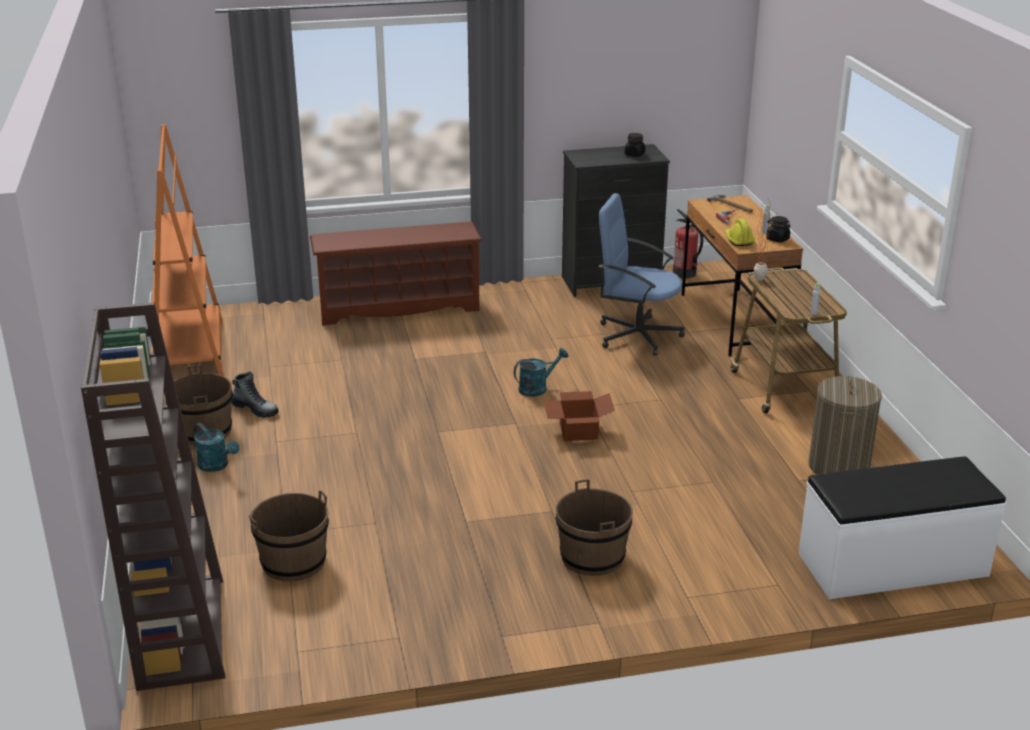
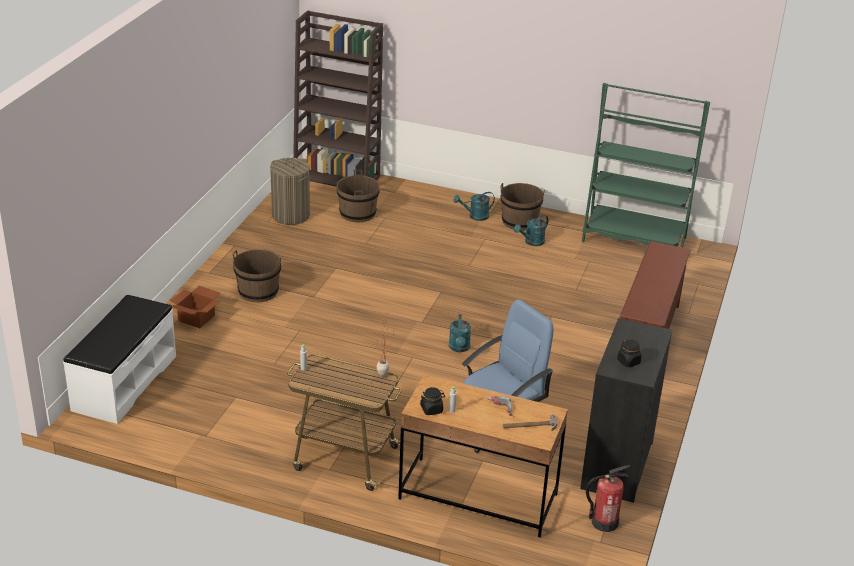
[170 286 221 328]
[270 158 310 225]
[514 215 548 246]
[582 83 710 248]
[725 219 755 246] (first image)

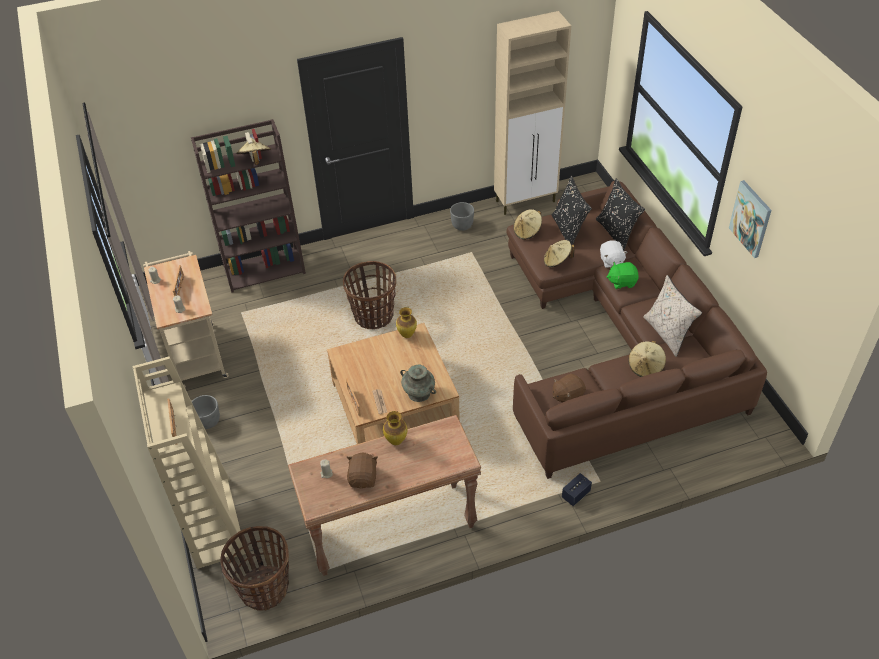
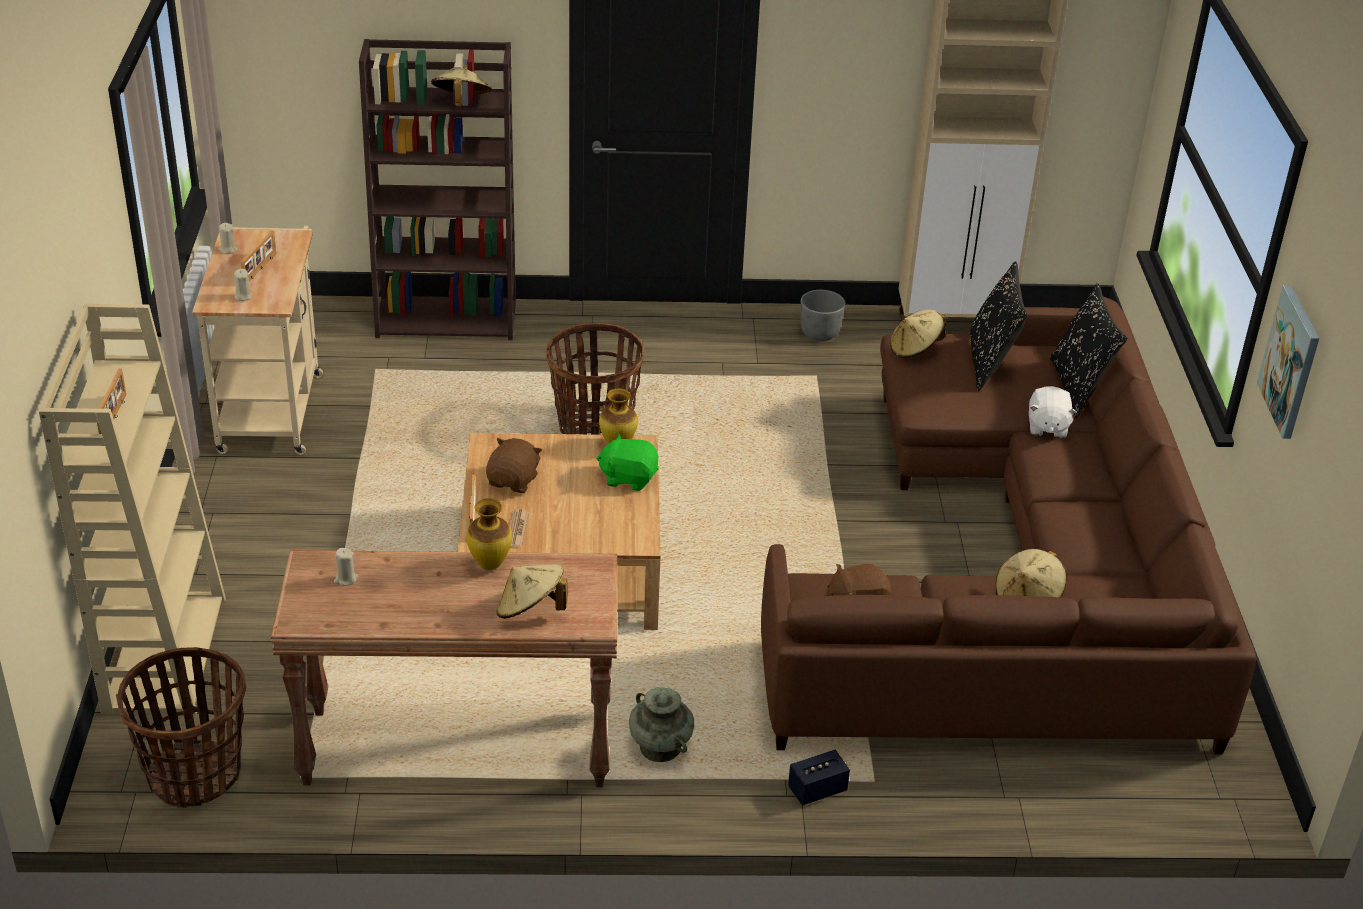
[486 438 542 493]
[496 564 568 619]
[596 434 659 491]
[629 688 694 762]
[192 395 220 429] (first image)
[643 275 702 357] (first image)

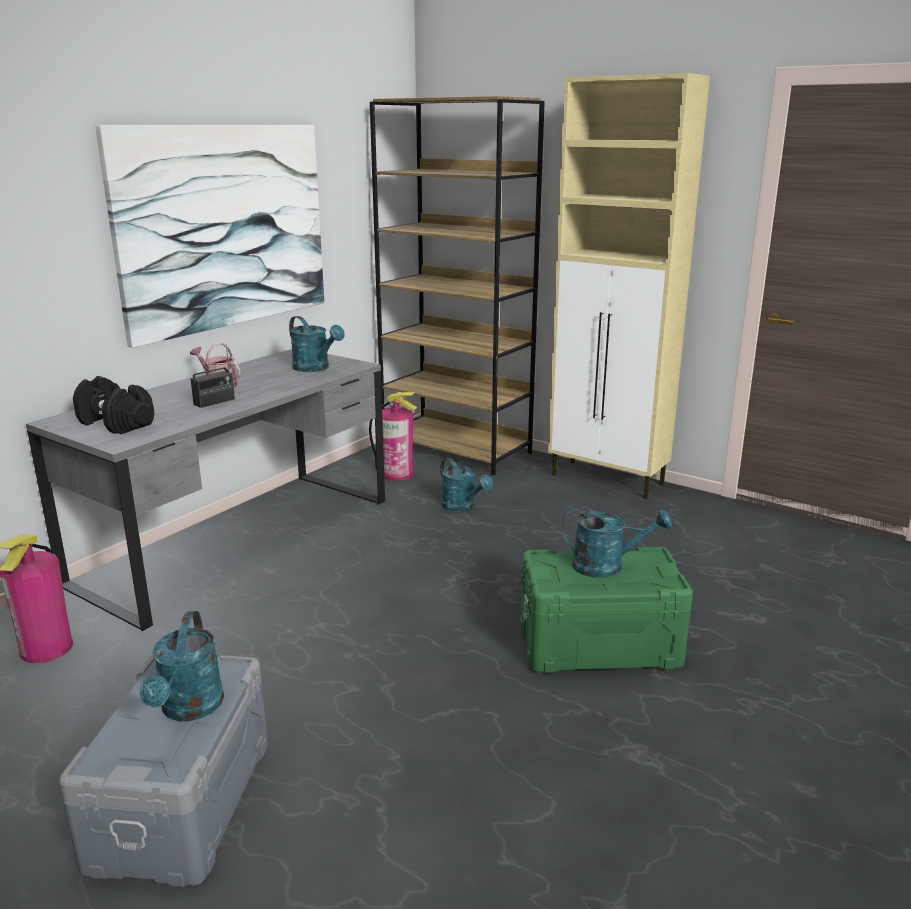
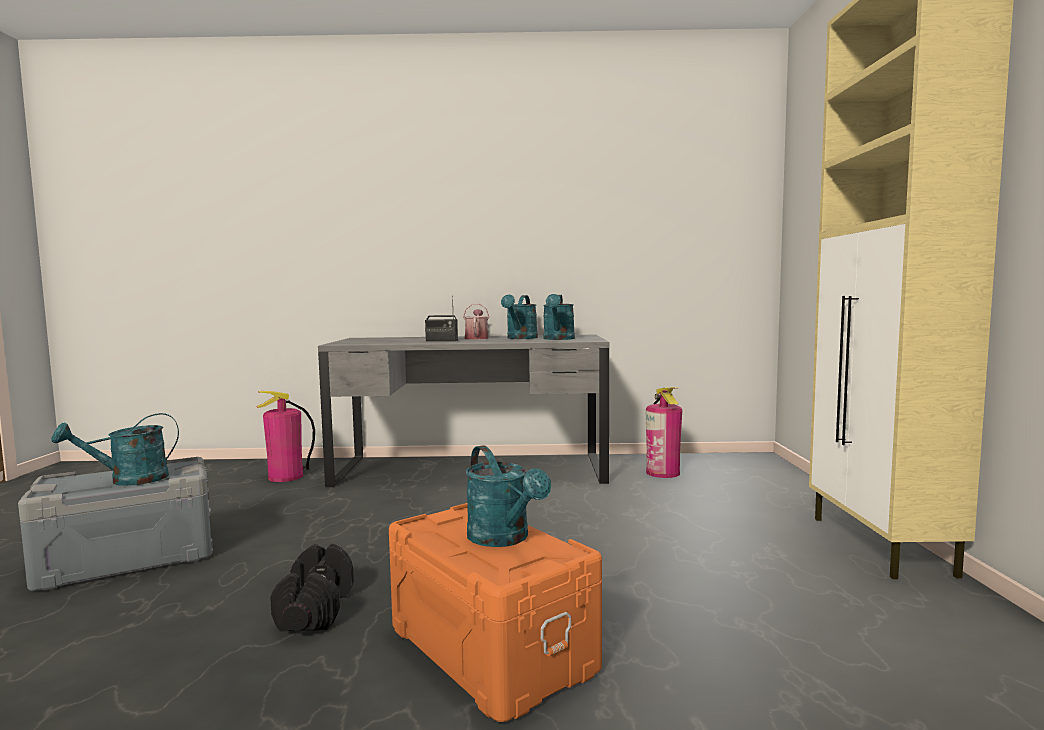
[270 544 354 632]
[389 503 602 722]
[501 295 538 339]
[95 125 324 348] (first image)
[370 96 545 475] (first image)

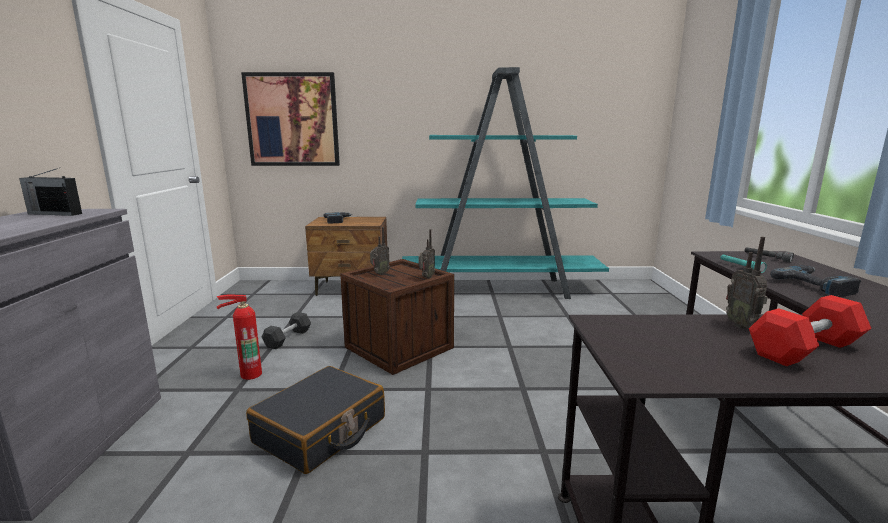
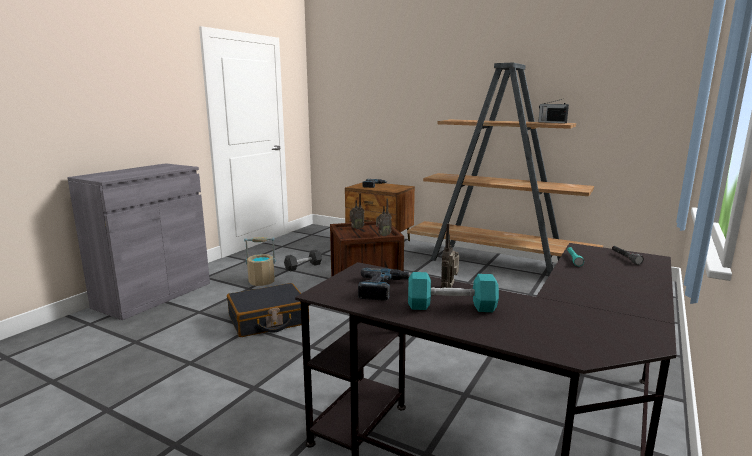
[244 237 276 286]
[358 268 412 301]
[407 63 603 277]
[408 272 499 312]
[538 99 569 123]
[241 72 340 166] (first image)

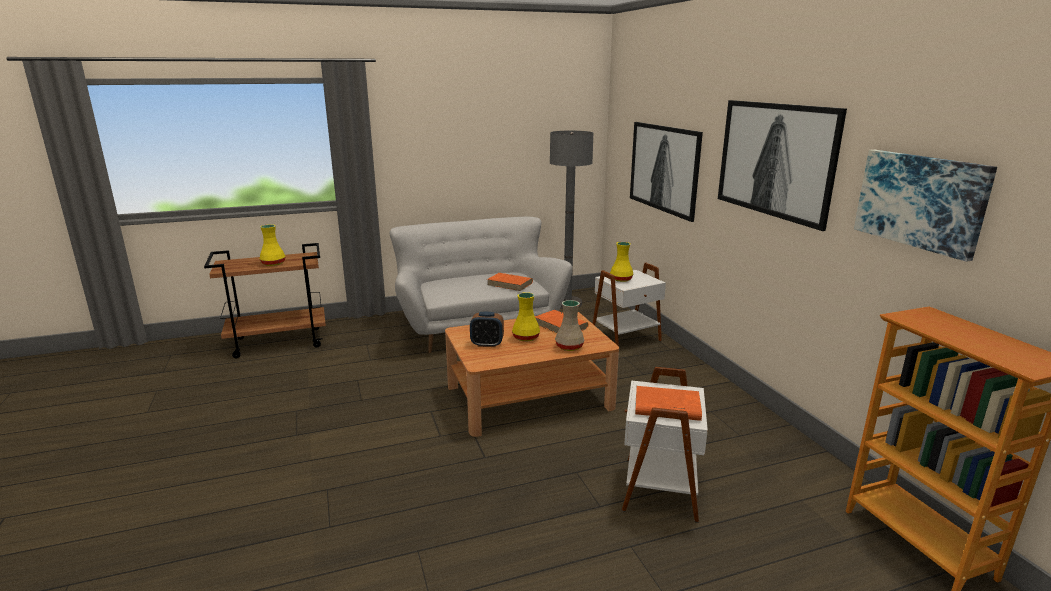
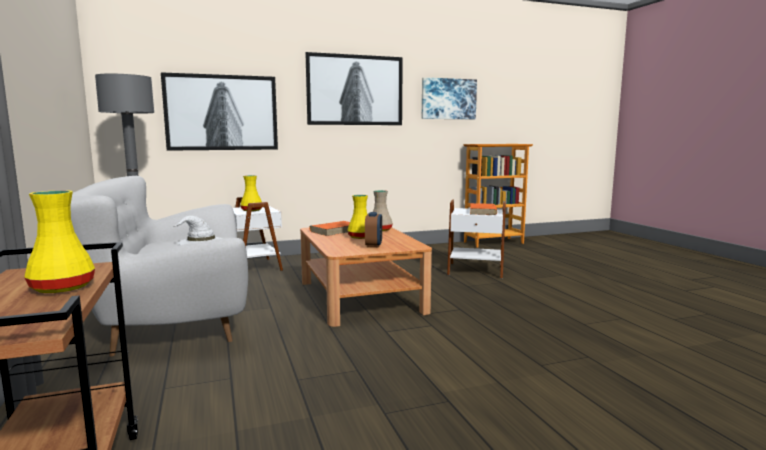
[175 216 223 245]

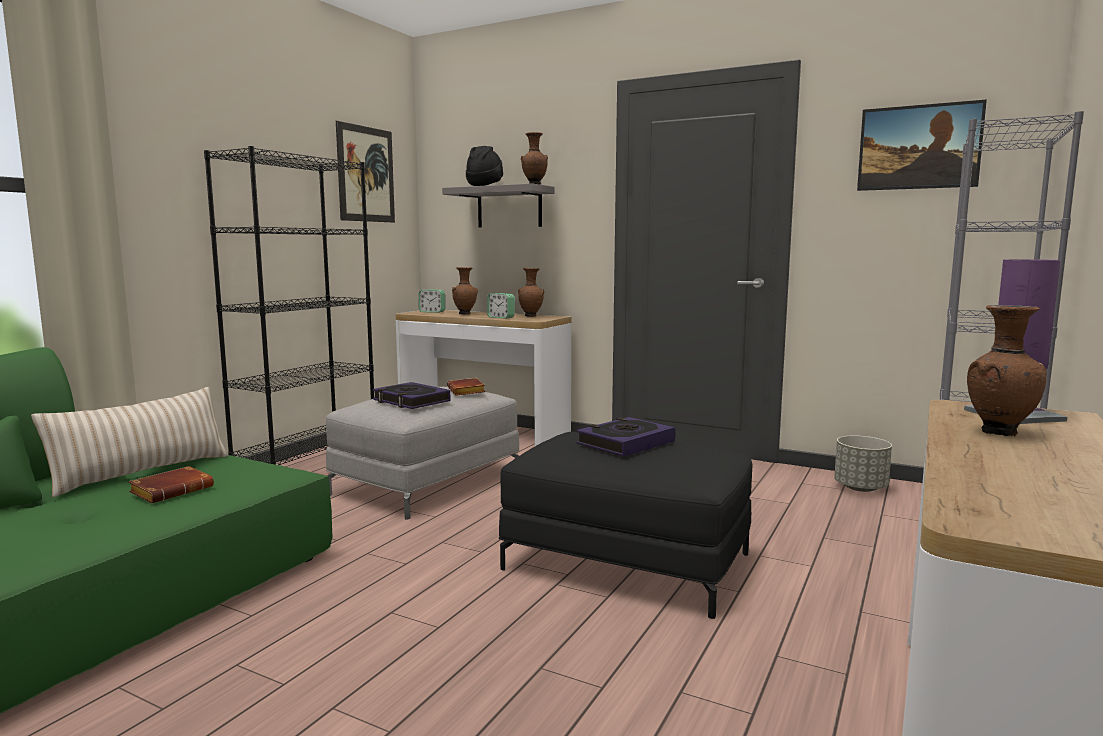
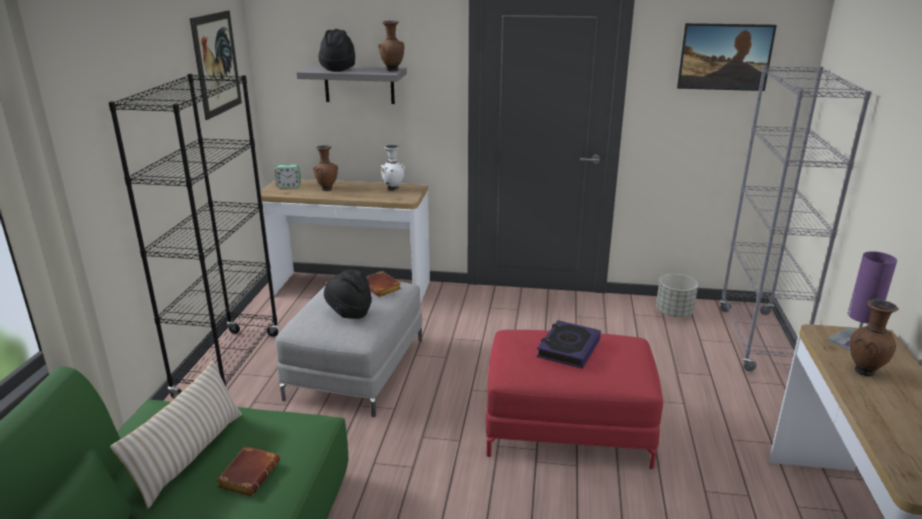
[324 269 372 319]
[381 145 405 191]
[486 330 663 469]
[487 293 515 319] (first image)

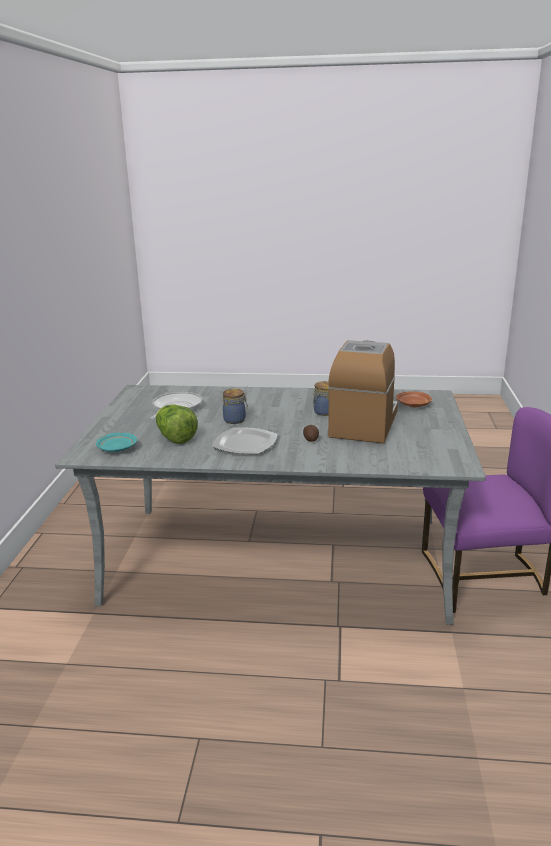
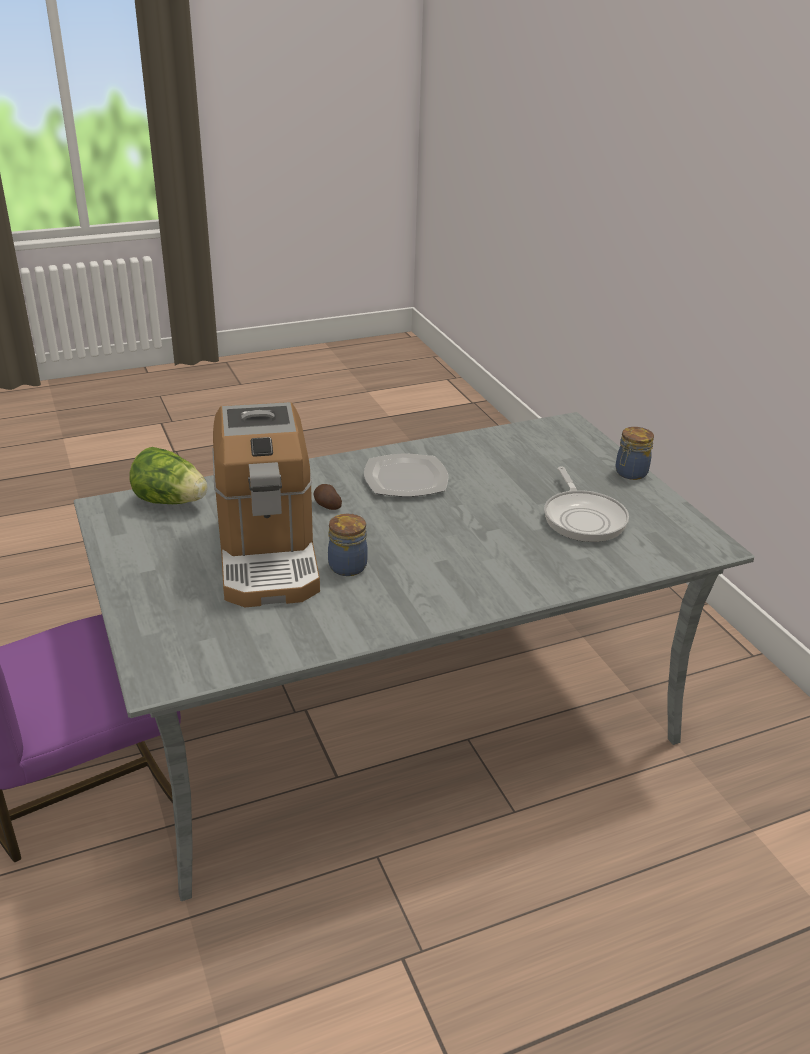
[129 447 207 504]
[615 427 654 480]
[96 432 137 452] (first image)
[396 392 432 407] (first image)

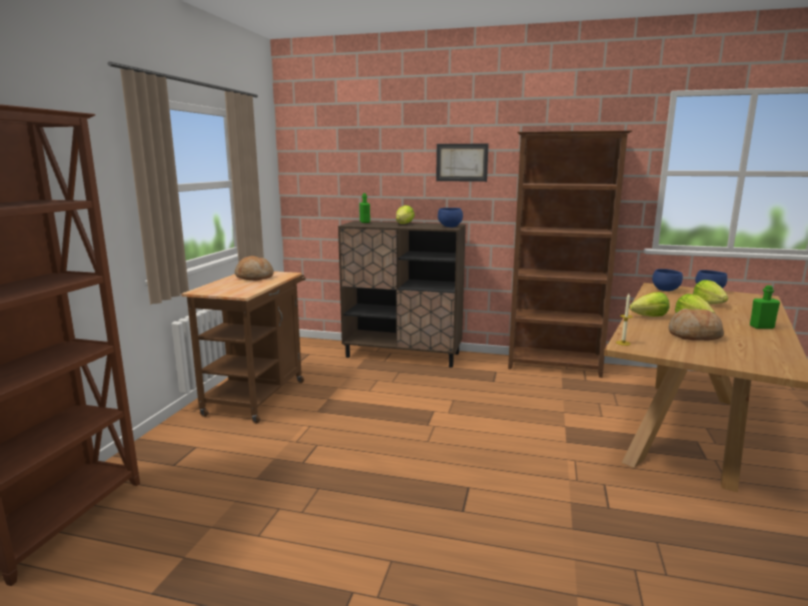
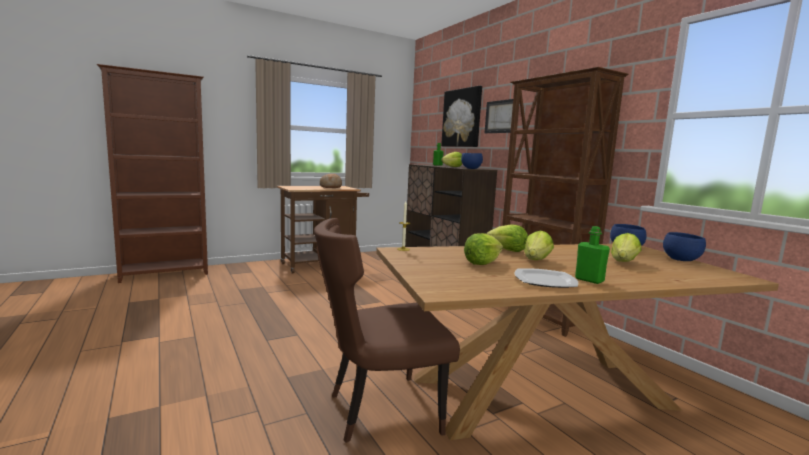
[314 218 460 443]
[441 86 482 147]
[464 233 503 265]
[514 268 578 288]

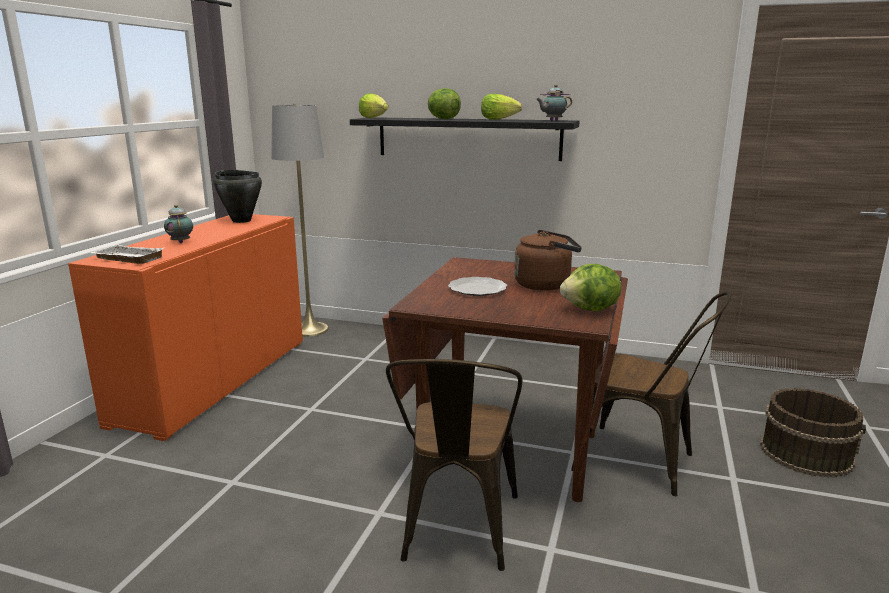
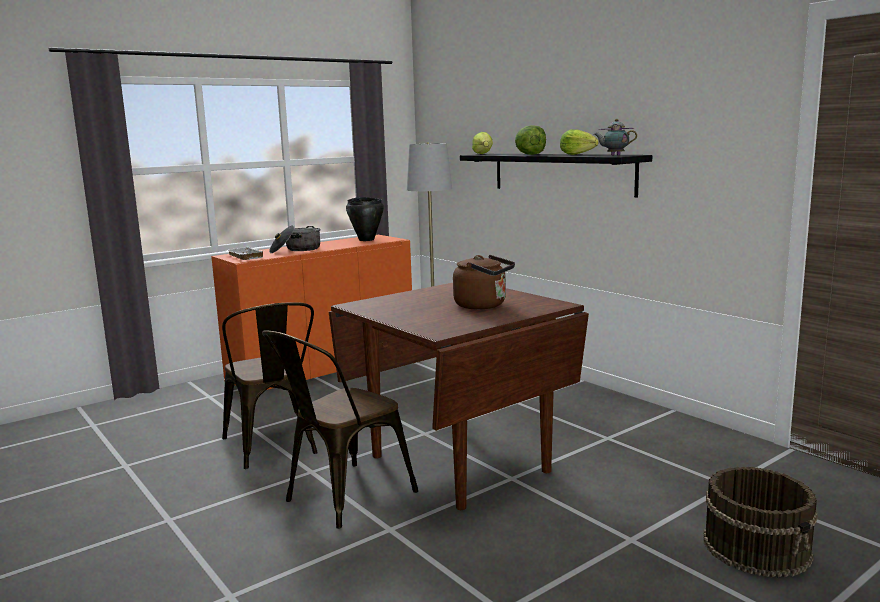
[222 302 318 469]
[269 226 320 253]
[448 277 507 296] (first image)
[560 264 621 311] (first image)

